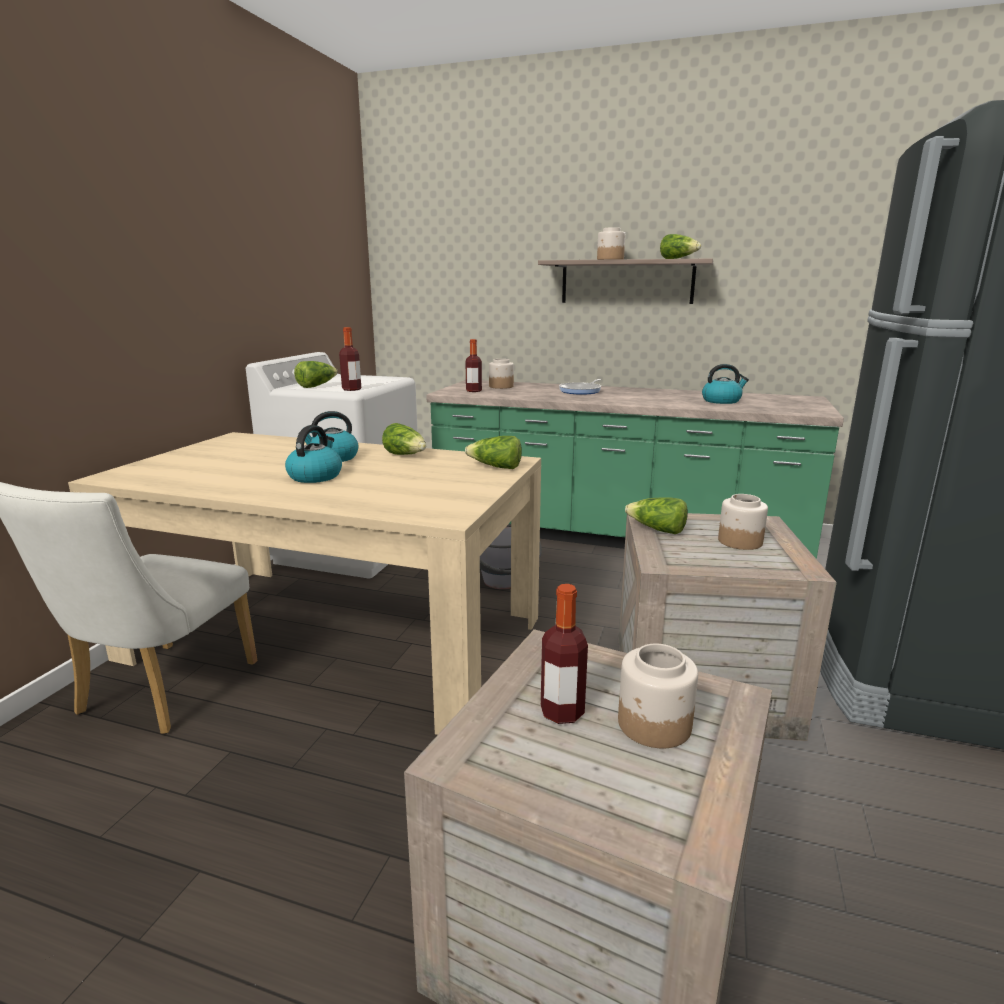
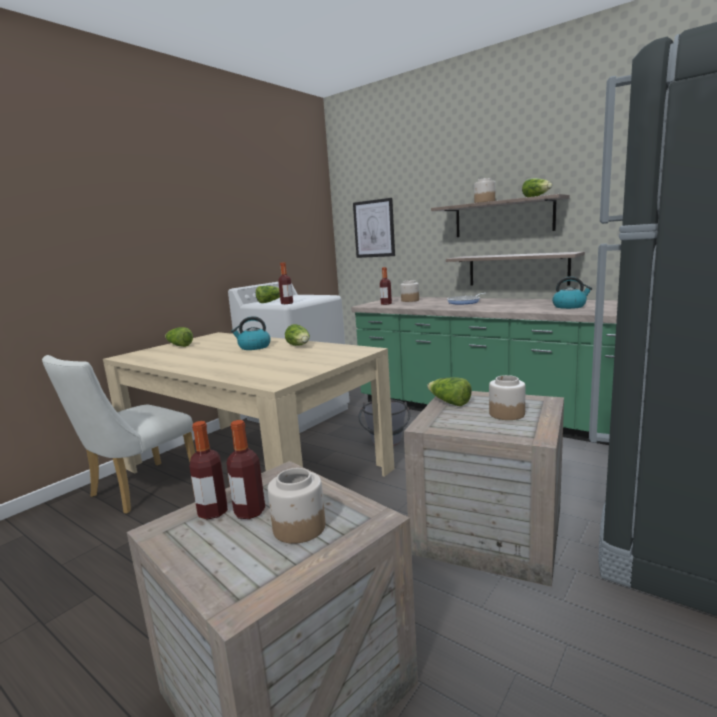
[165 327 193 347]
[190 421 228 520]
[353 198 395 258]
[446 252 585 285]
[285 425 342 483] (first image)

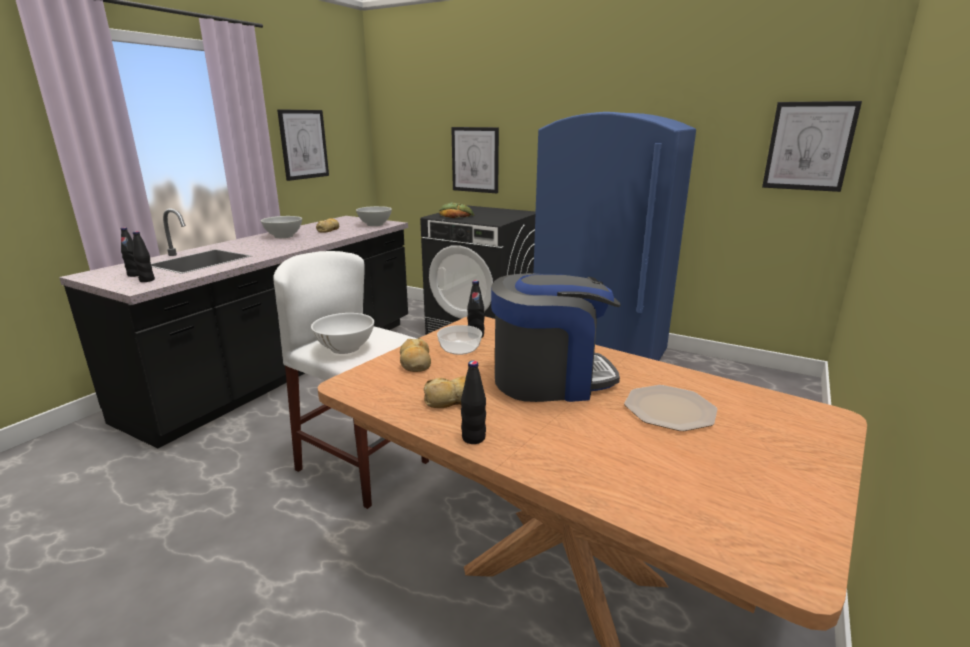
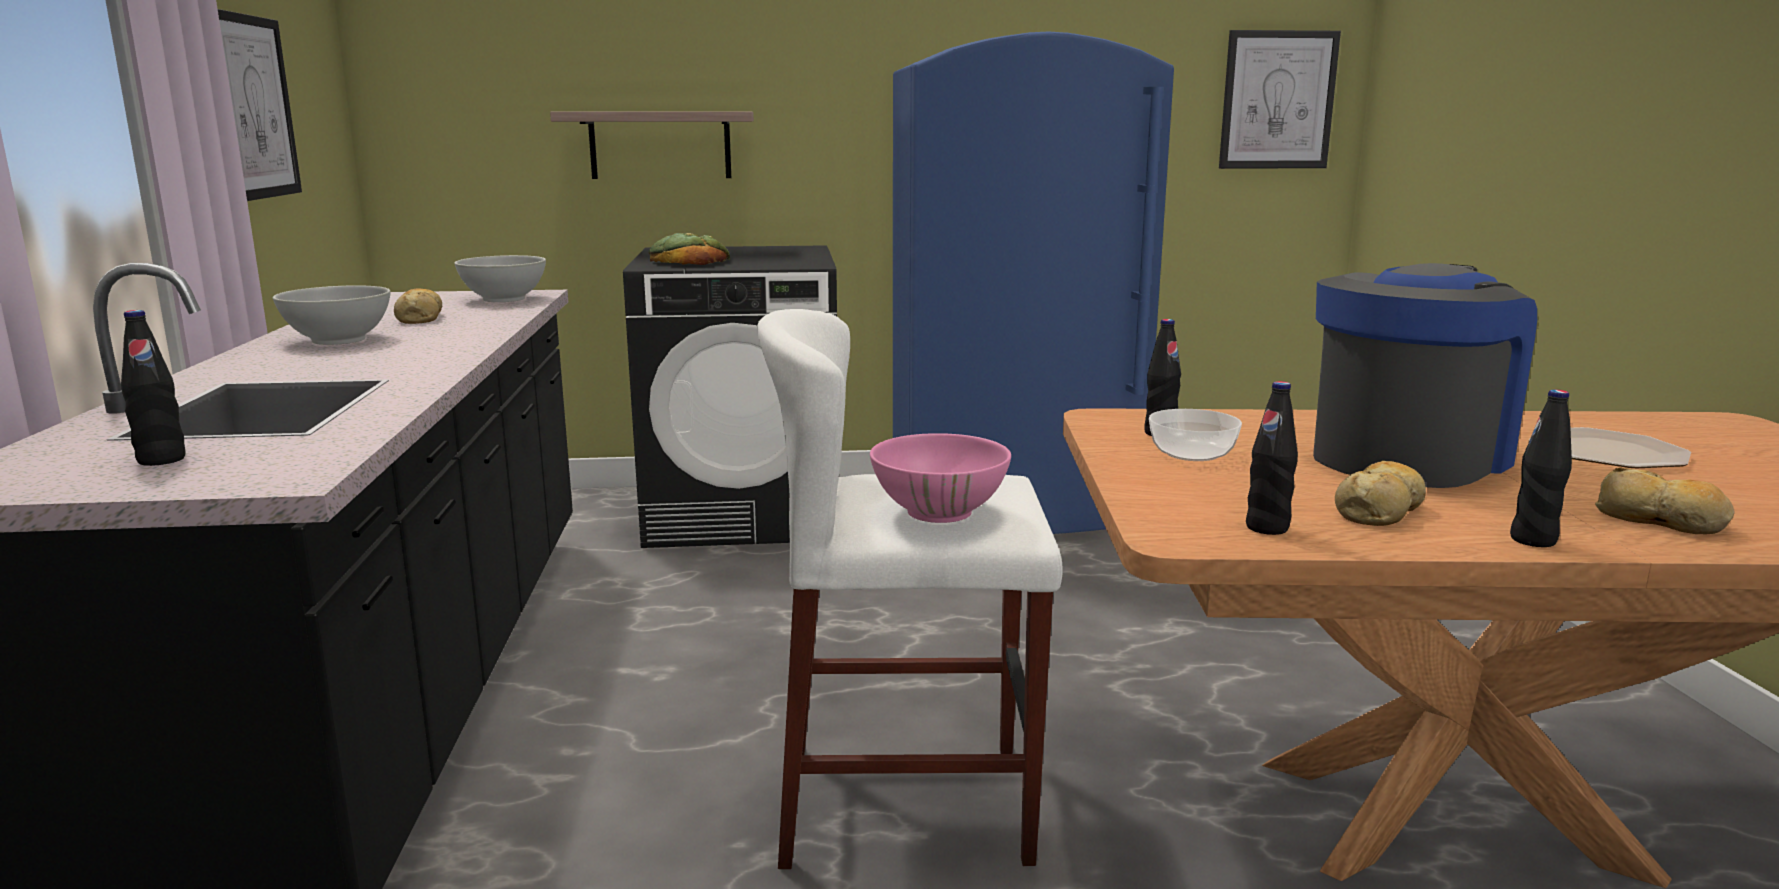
[550 111 754 179]
[870 433 1011 523]
[1246 381 1298 535]
[1595 467 1735 534]

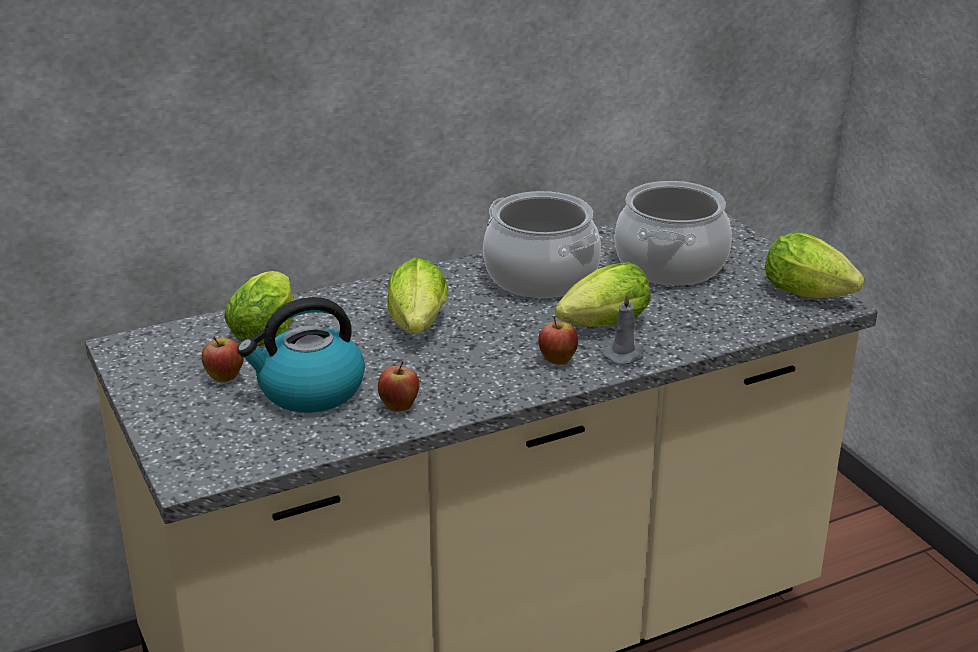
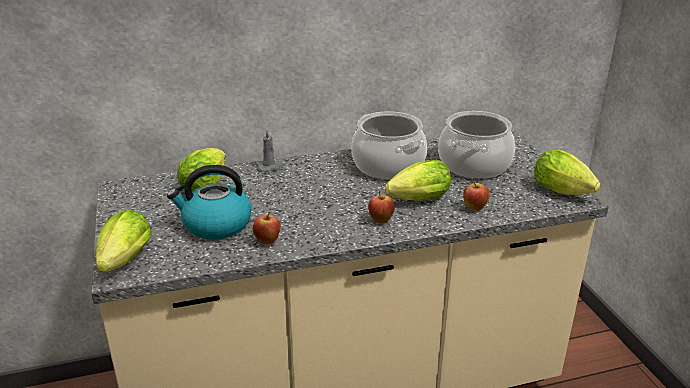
[96 209 152 272]
[257 129 283 172]
[463 181 489 211]

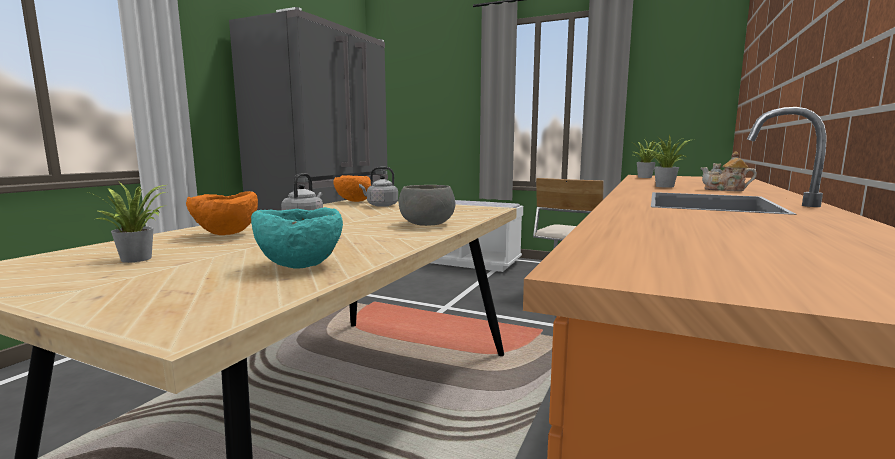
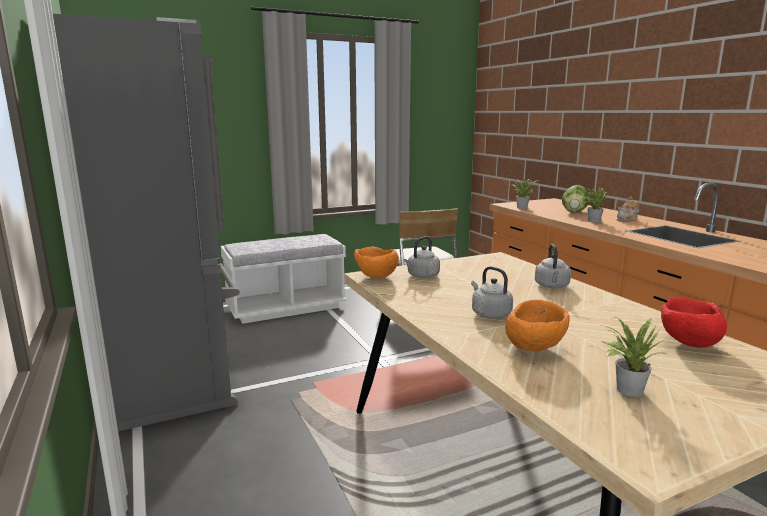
[535 244 571 288]
[562 185 590 213]
[661 297 727 348]

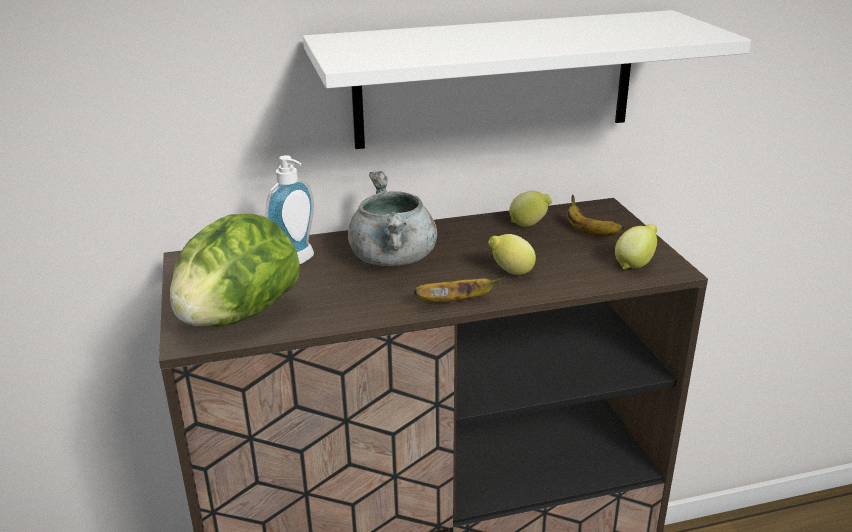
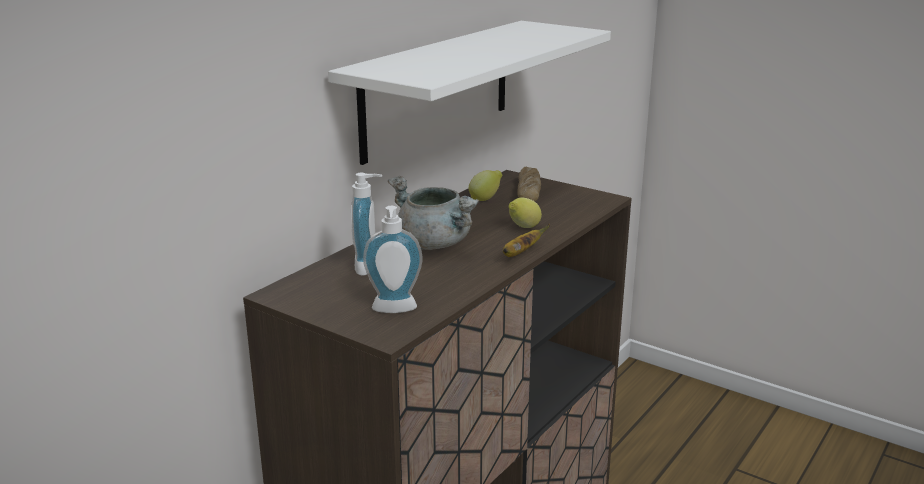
[363 206 422 313]
[517 167 541 201]
[615 224 657 269] (first image)

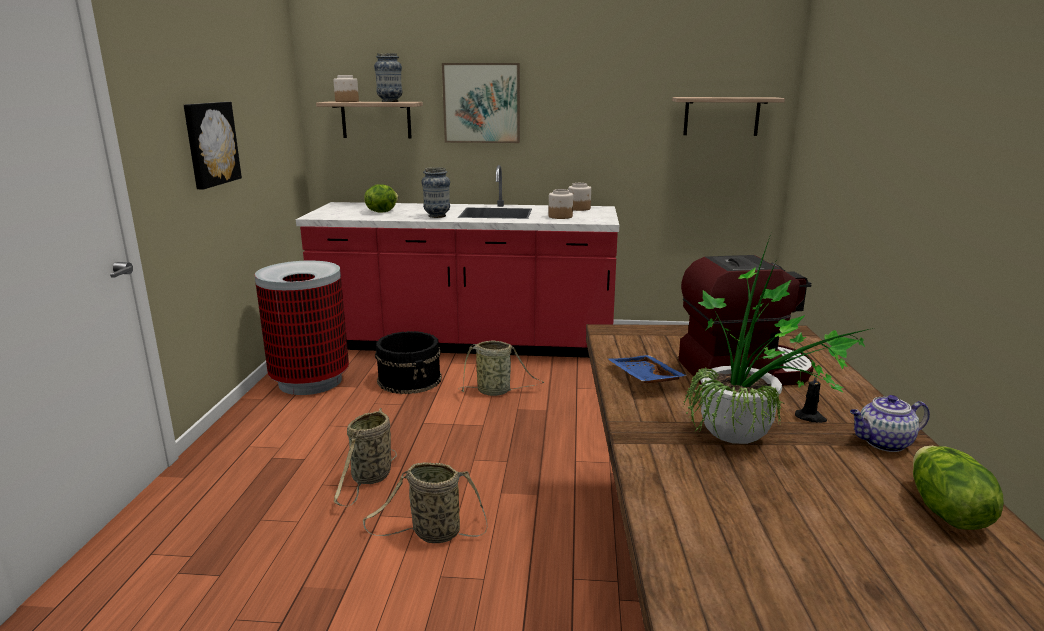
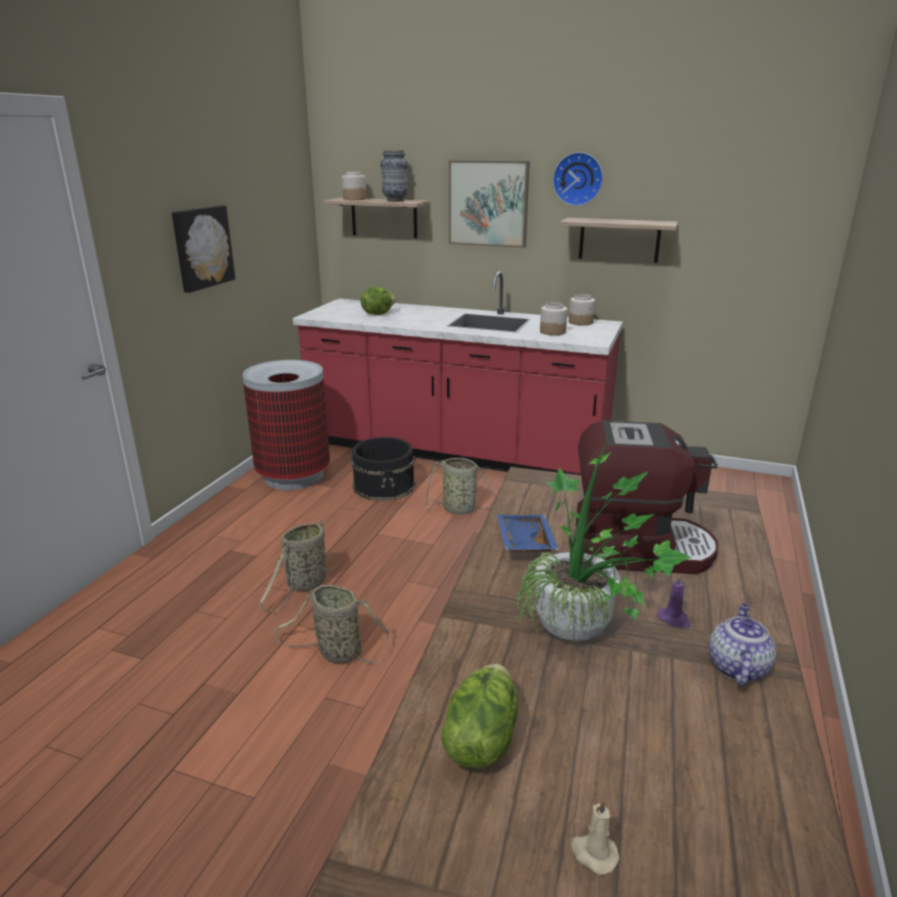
[441 664 518 769]
[553 152 603 206]
[560 218 678 263]
[571 798 620 875]
[658 574 691 628]
[709 603 776 686]
[422 167 450 218] (first image)

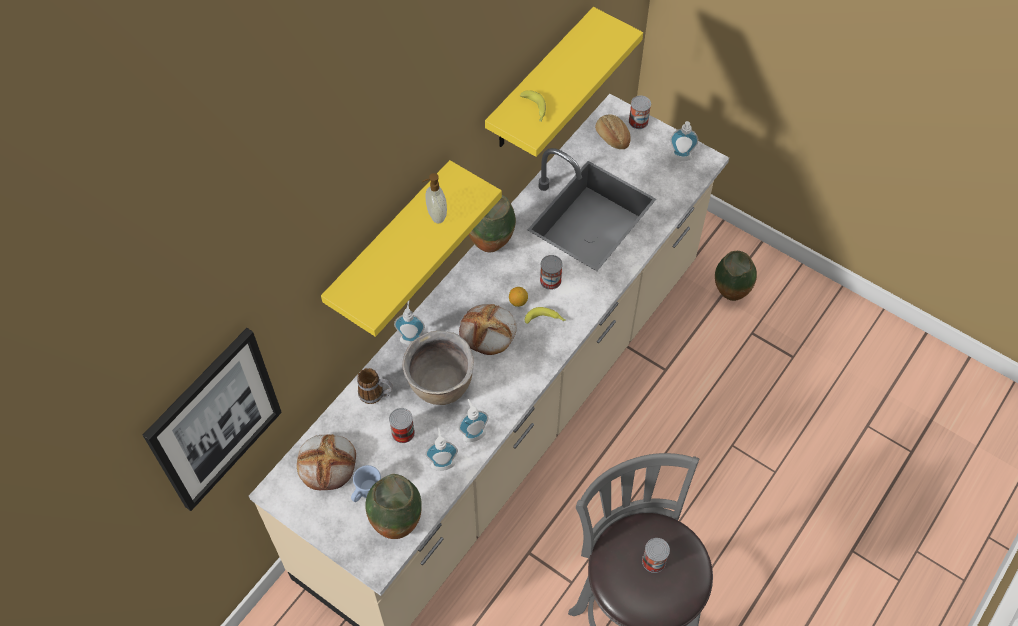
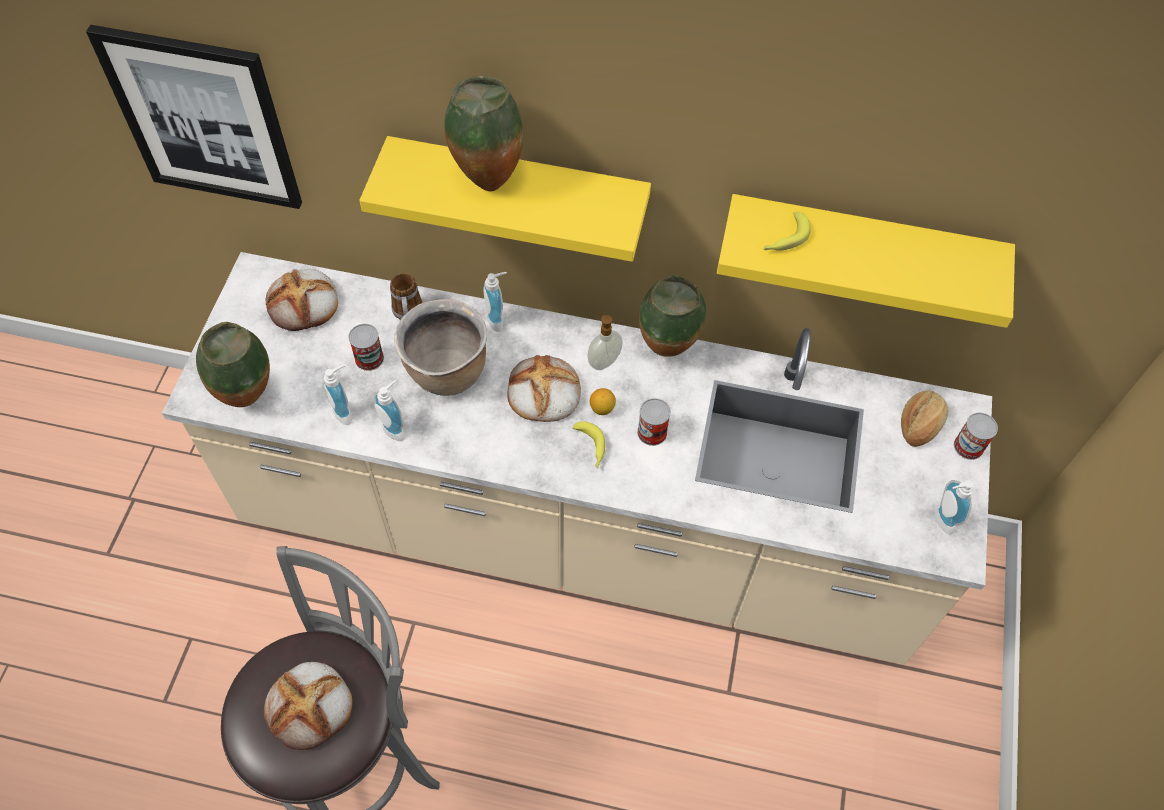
[264 662 353 750]
[444 76 523 191]
[587 312 623 370]
[351 465 381 502] (first image)

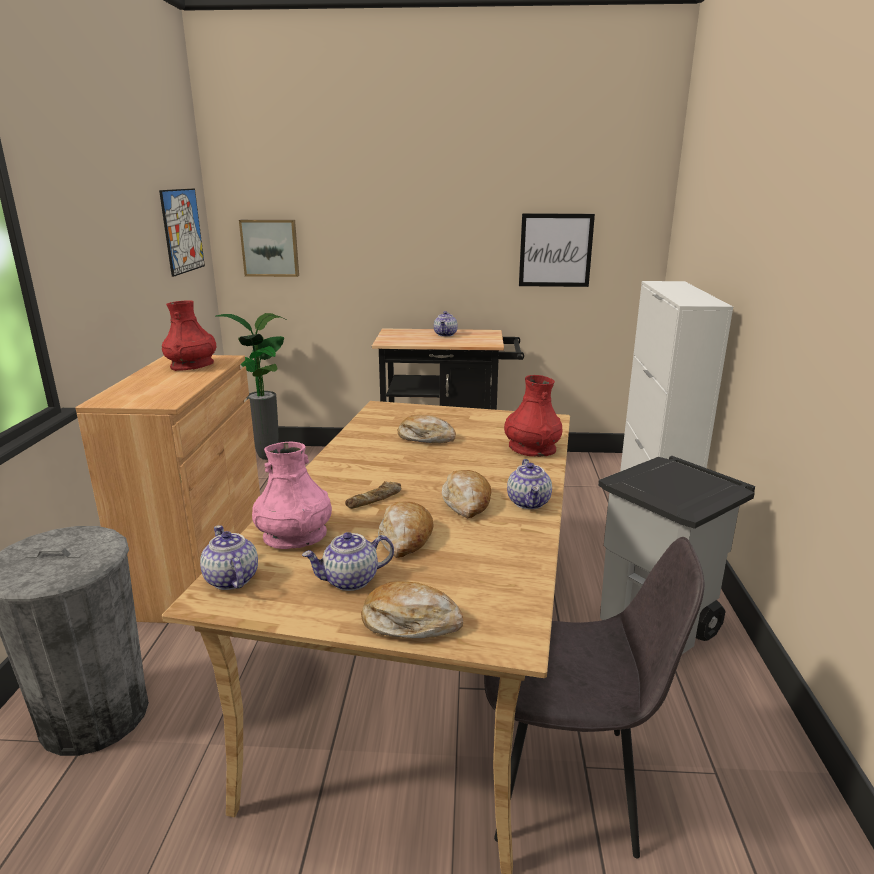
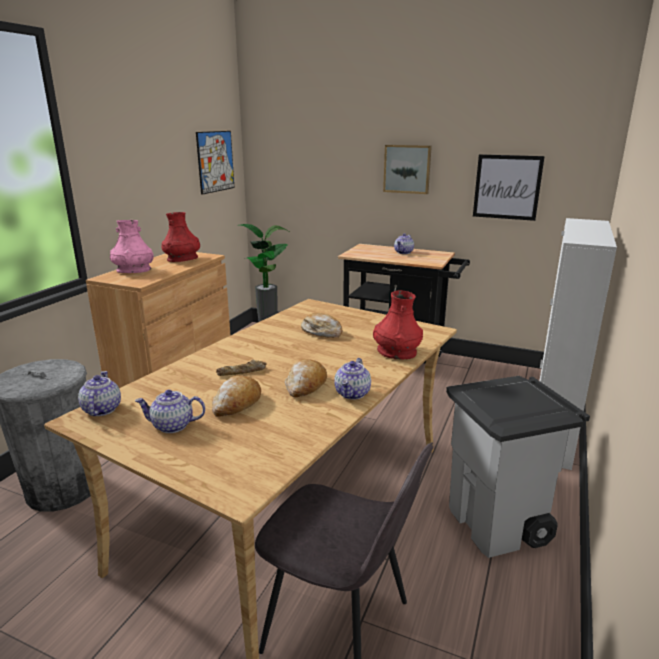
[110 220 154 273]
[383 145 432 194]
[361 581 463 638] (first image)

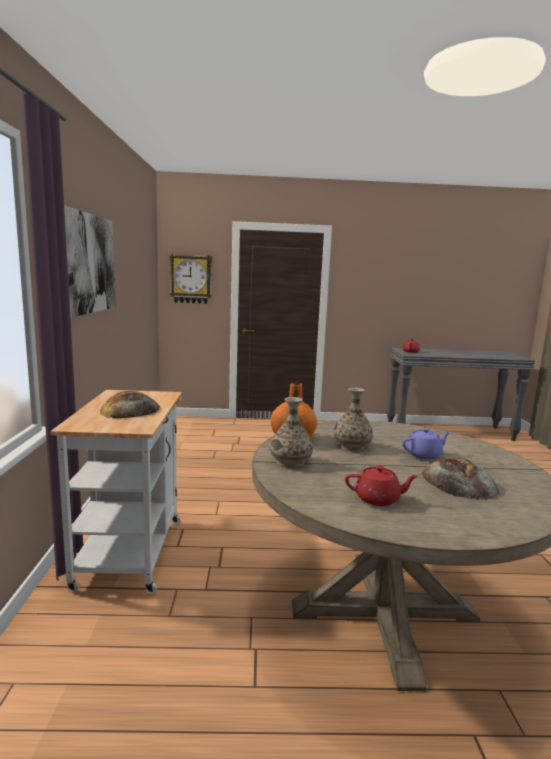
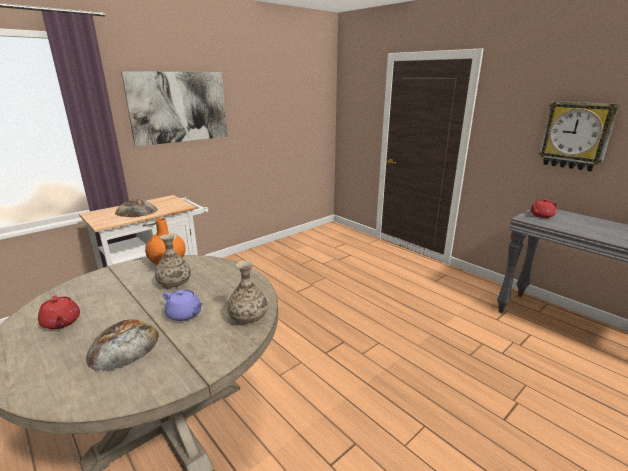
[227 261 268 326]
[538 101 620 172]

